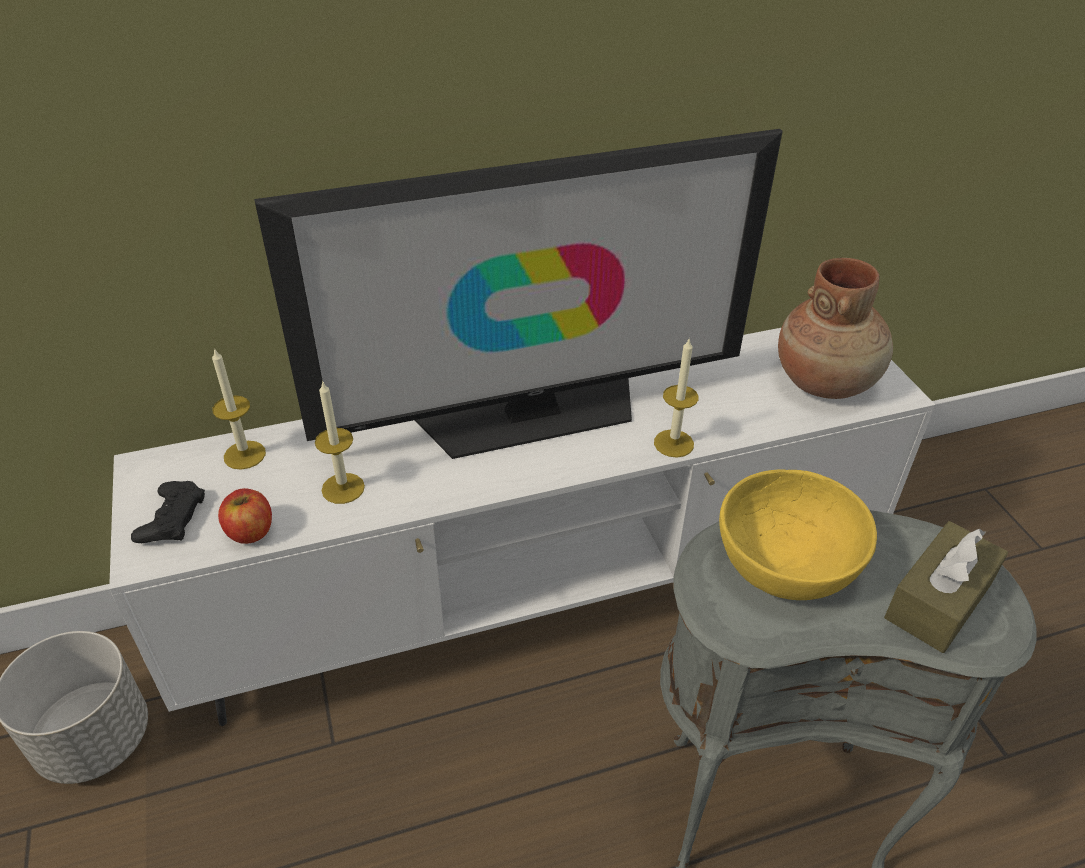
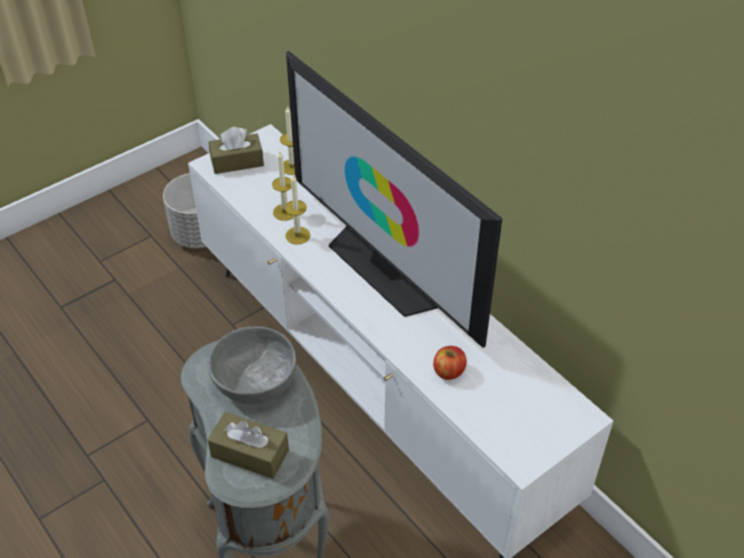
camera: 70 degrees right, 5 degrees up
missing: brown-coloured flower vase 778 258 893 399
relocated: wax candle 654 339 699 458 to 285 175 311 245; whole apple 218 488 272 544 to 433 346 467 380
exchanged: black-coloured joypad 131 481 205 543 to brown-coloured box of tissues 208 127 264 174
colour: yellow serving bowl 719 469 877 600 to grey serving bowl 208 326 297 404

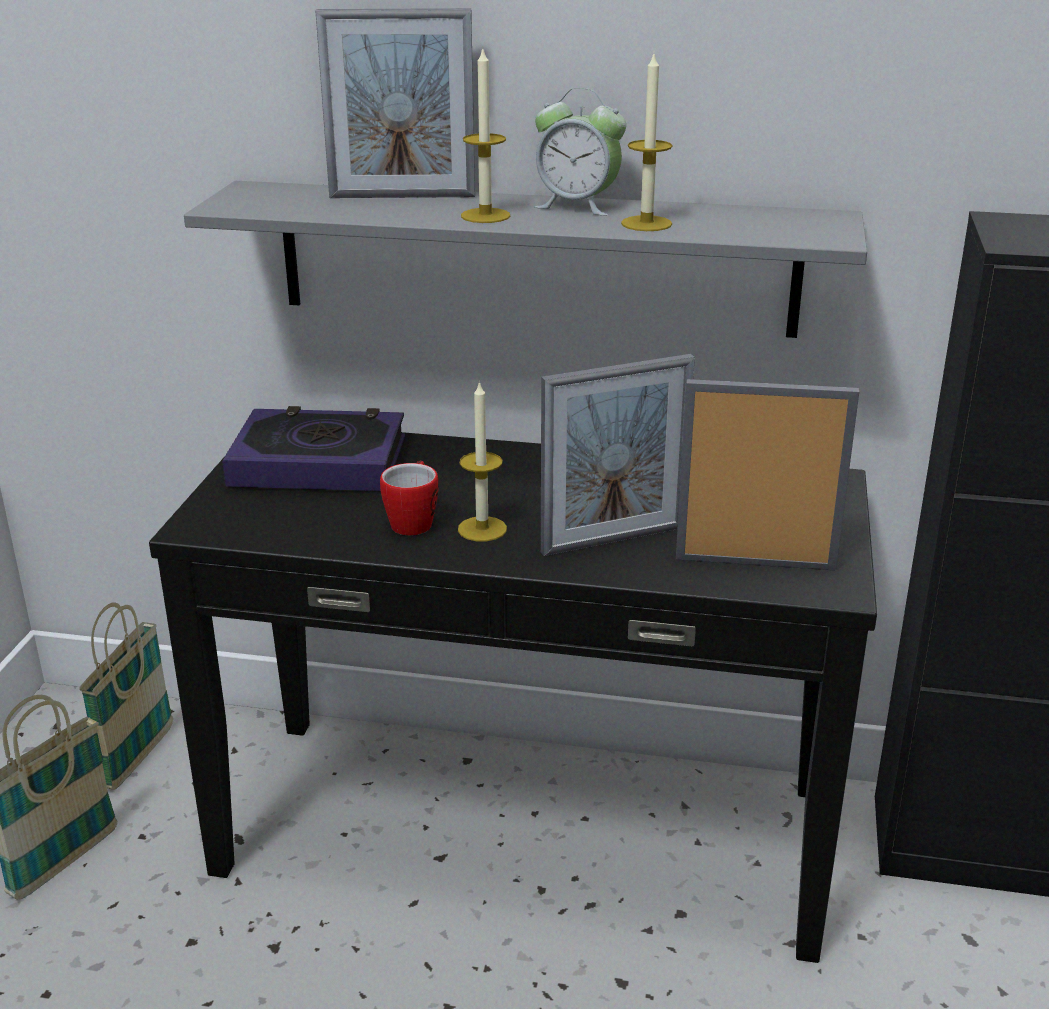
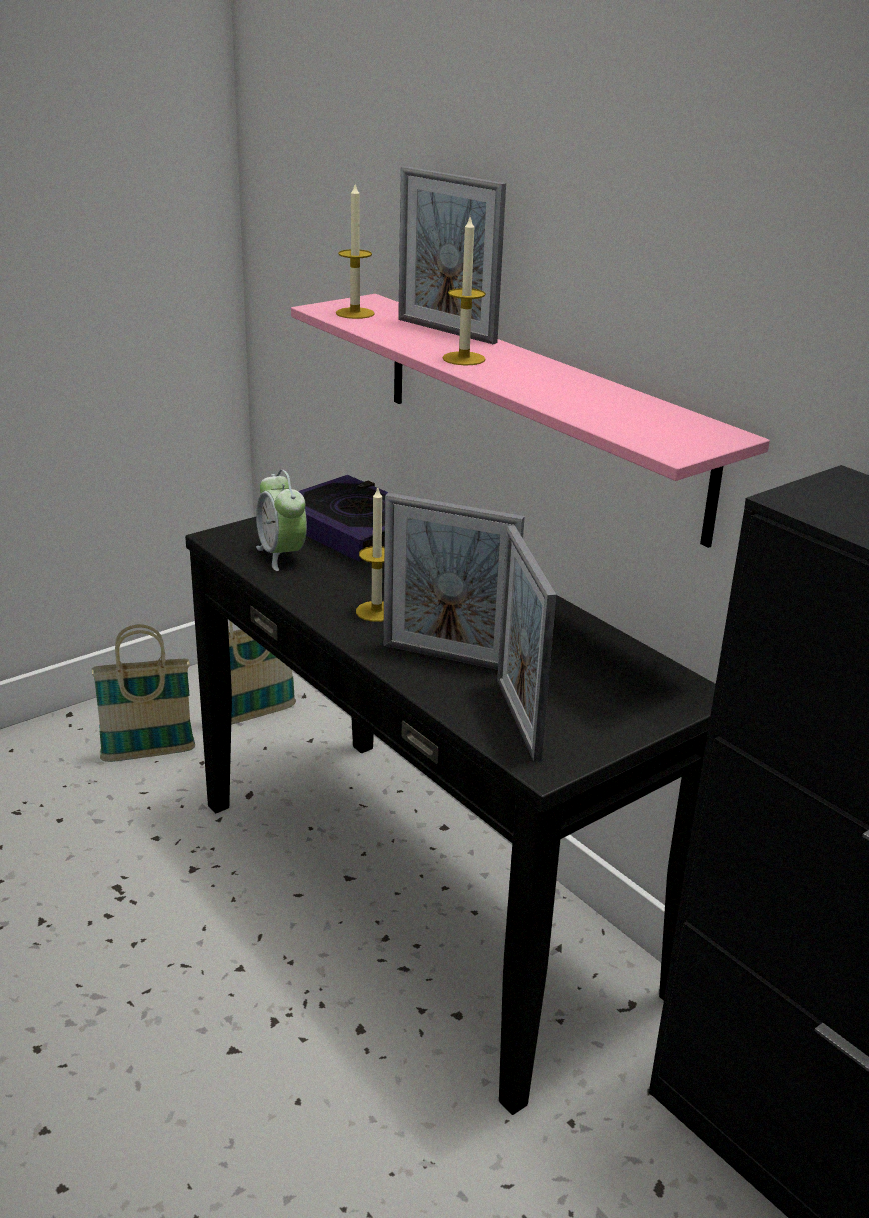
camera: 40 degrees right, 0 degrees up
missing: tea mug 380 460 439 536
relocated: bedside clock 535 88 626 216 to 256 470 307 571; wax candle 621 54 672 231 to 336 185 375 319
colour: grey bracket shelf 184 181 867 338 to pinkish bracket shelf 291 294 770 548
spun: standing frame 676 379 859 571 = 497 525 556 762 150 degrees counterclockwise

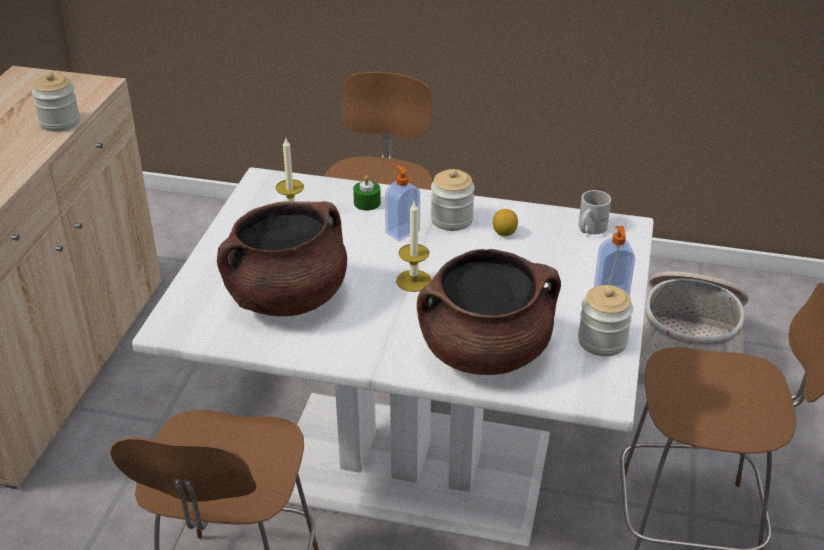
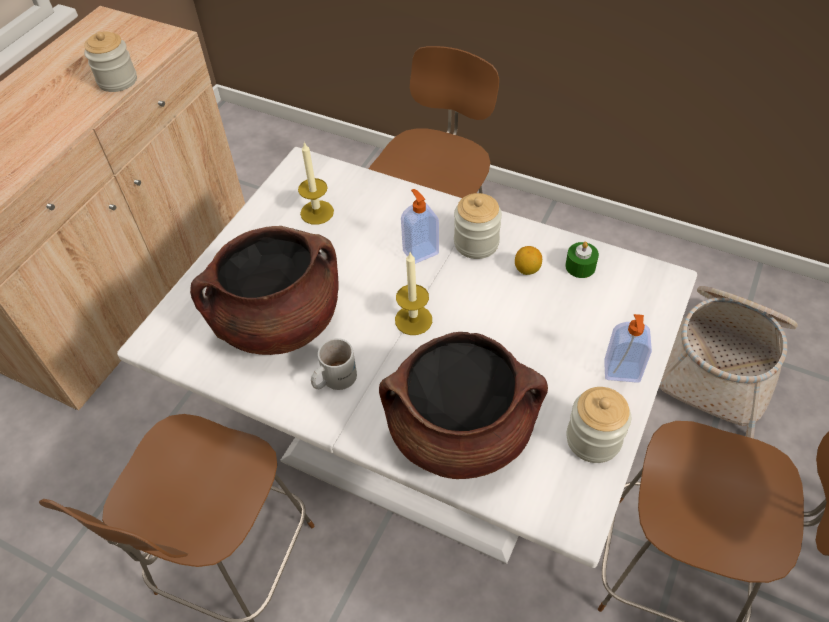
camera: 15 degrees right, 15 degrees up
relocated: white-coloured tea mug 579 190 611 234 to 311 338 357 390; green-coloured wax candle 353 175 381 211 to 565 242 599 278

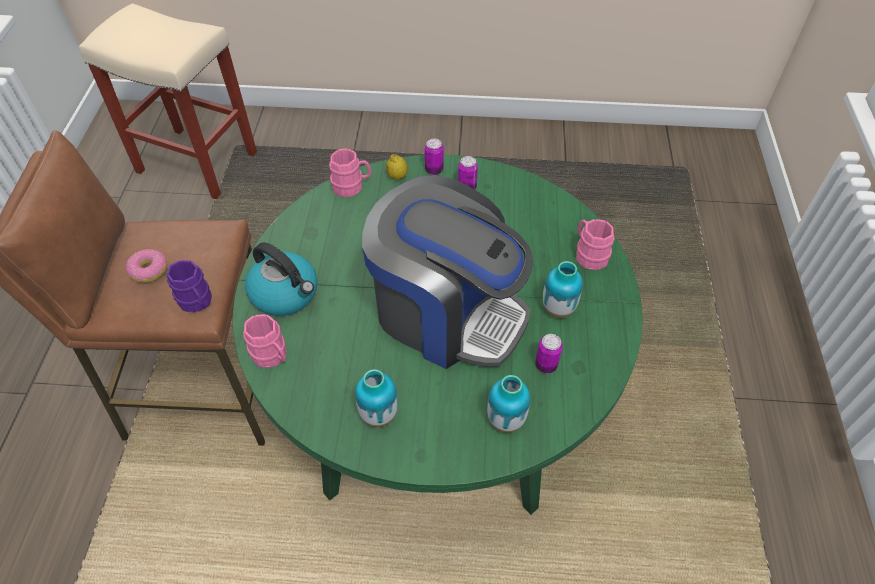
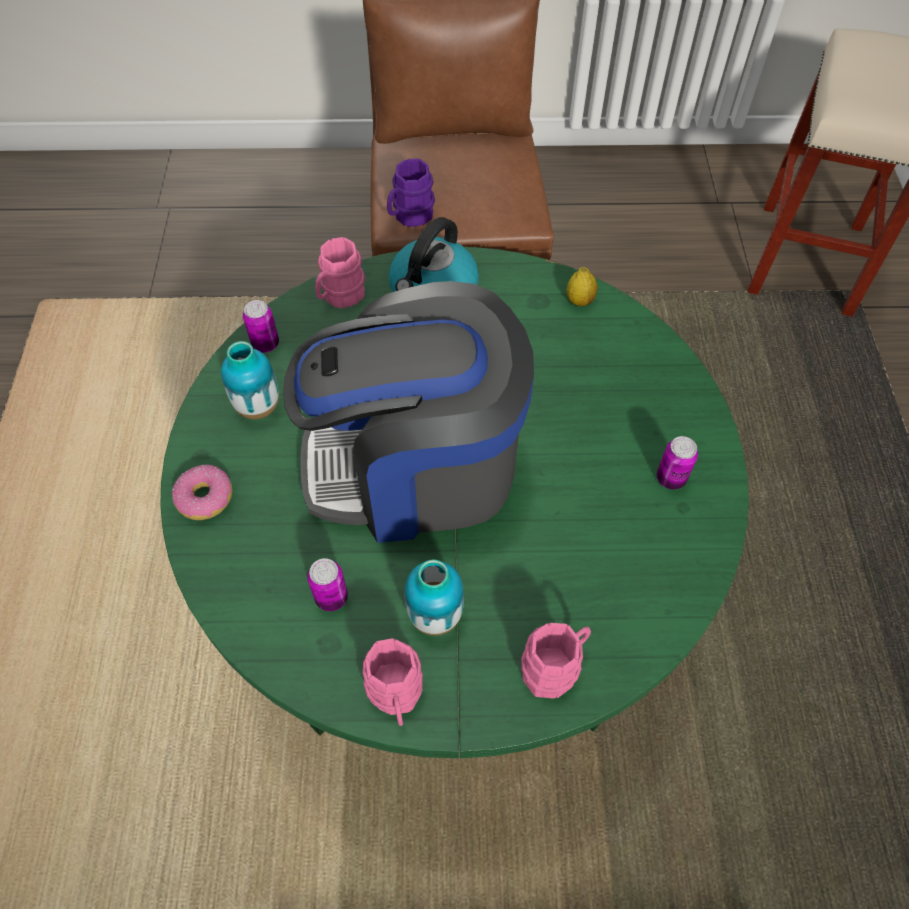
camera: 85 degrees right, 5 degrees up
missing: flower vase 487 375 530 433
relocated: ring doughnut 126 249 167 283 to 171 465 232 520; metal can 425 139 444 175 to 243 300 279 353; pinkish tea mug 329 148 371 197 to 362 638 423 726; citrus fruit 386 154 408 180 to 566 267 597 306
spun: coffee maker 362 175 533 369 = 283 281 534 543 60 degrees clockwise

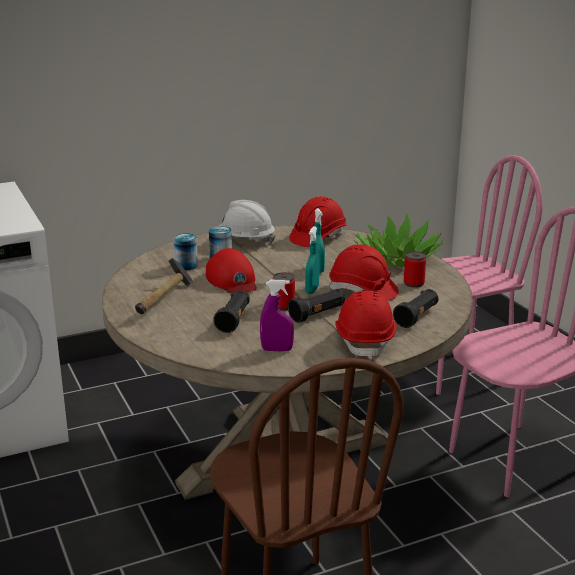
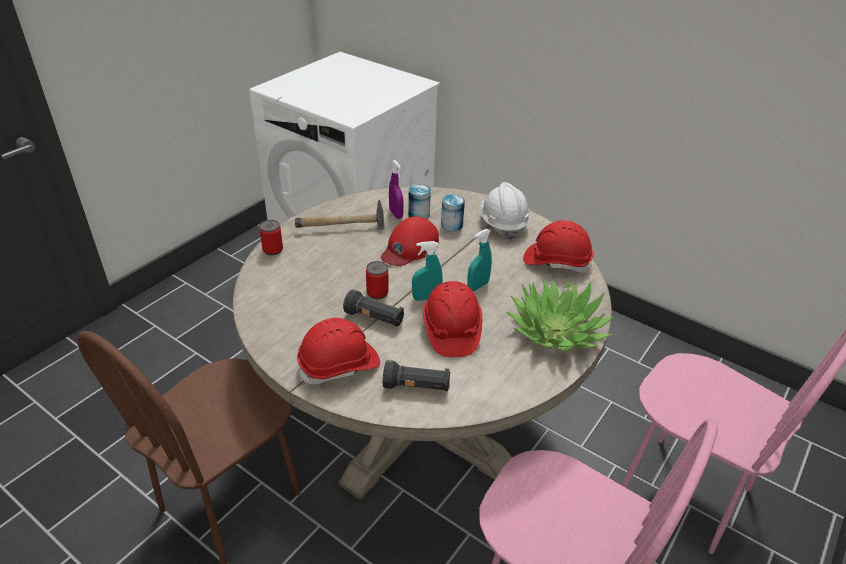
camera: 60 degrees right, 15 degrees up
missing: black-coloured flashlight 213 290 250 333
relocated: metal can 404 251 426 288 to 259 220 283 256; purple-coloured hand sprayer 260 280 294 352 to 389 160 404 219

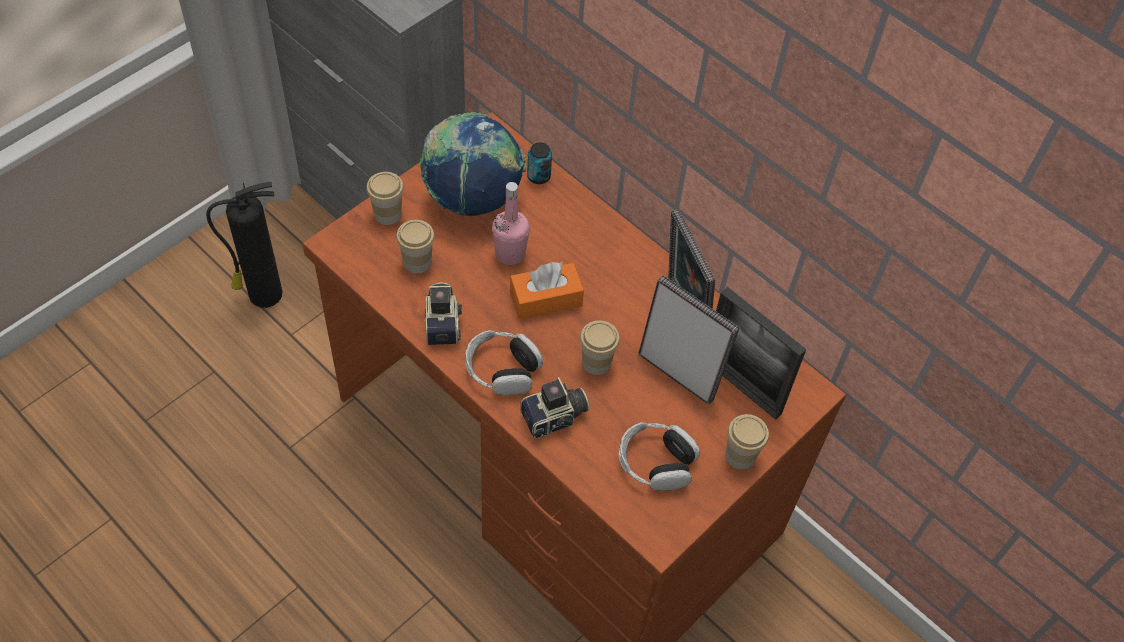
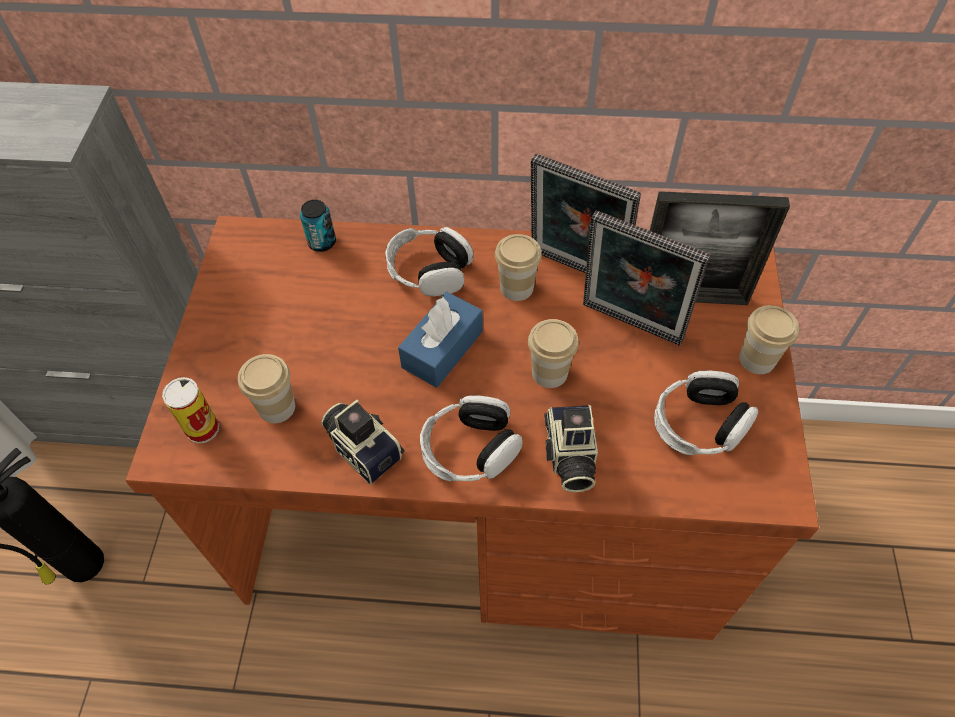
camera: 35 degrees left, 0 degrees up
missing: world globe 420 112 527 217; pinkish bottle 492 182 530 265
appeared: metal can 162 377 219 444; pair of headphones 385 227 474 296
relocated: small cup 366 172 404 225 to 495 234 542 301
colour: orange-coloured box of tissues 510 262 584 320 to blue box of tissues 398 292 483 388
spun: photo camera 520 377 589 439 = 544 405 598 493 150 degrees clockwise; standing frame 638 275 739 405 = 583 210 710 346 150 degrees counterclockwise

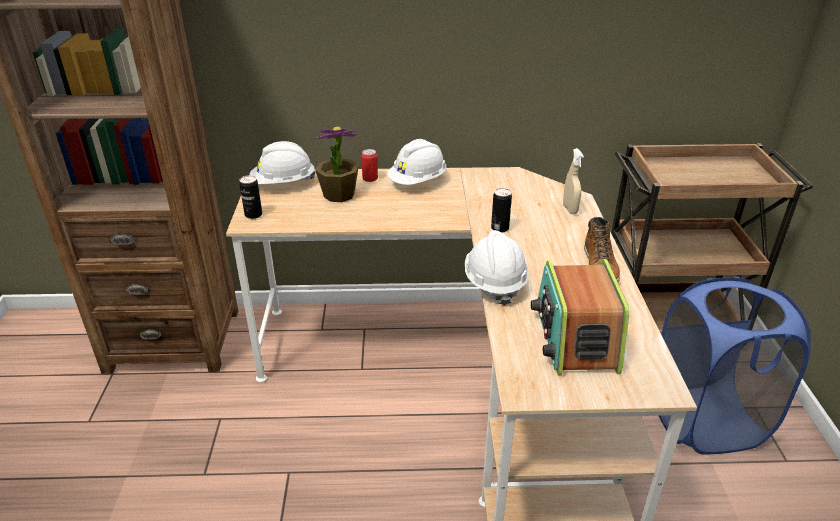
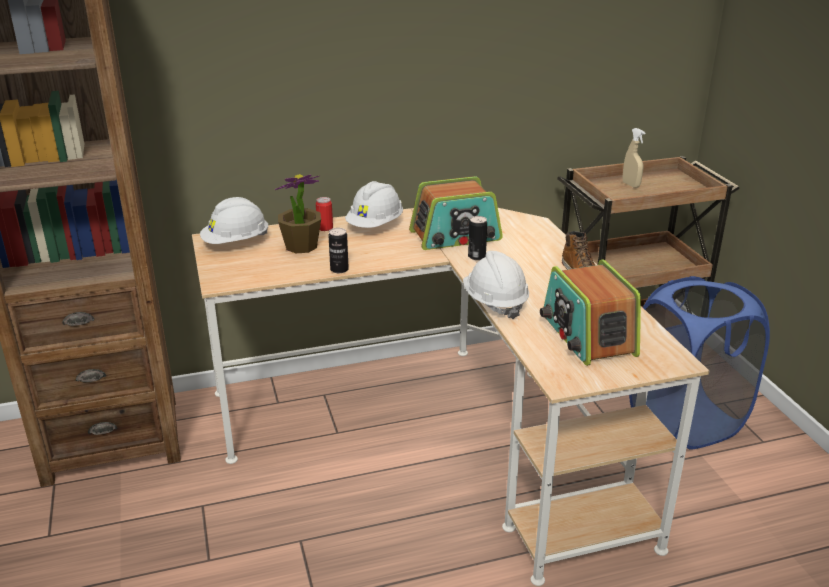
camera: 15 degrees left, 5 degrees down
appeared: radio set 409 176 503 250
relocated: metal can 239 175 262 219 to 328 228 349 273; beige hand sprayer 563 148 584 214 to 623 128 646 188

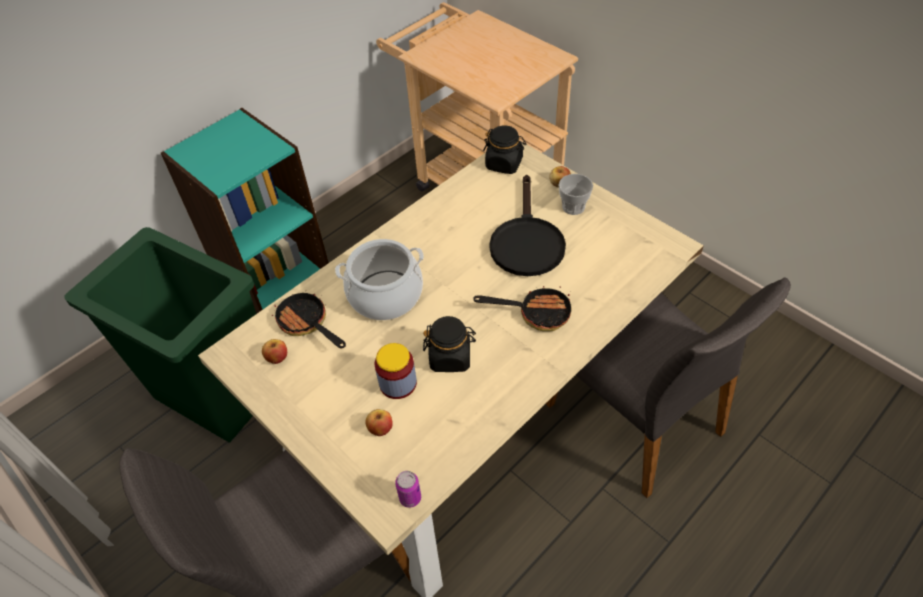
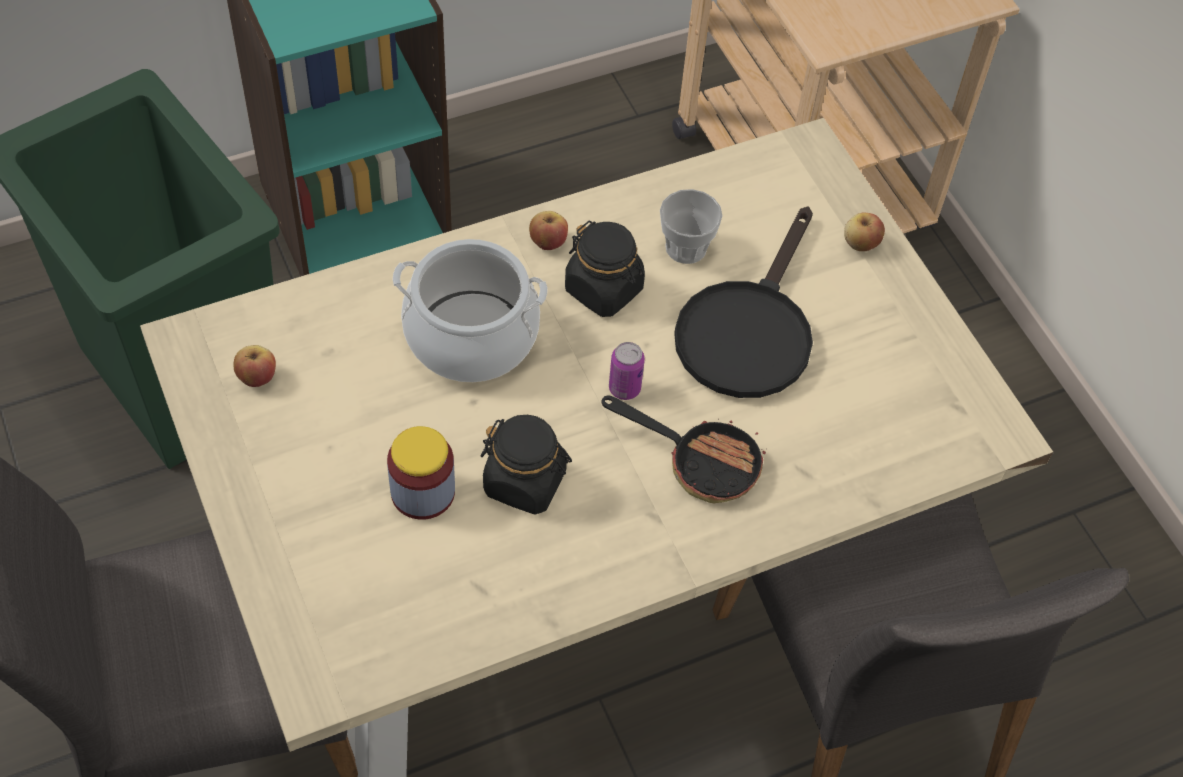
camera: 15 degrees right, 5 degrees up
missing: pan 272 293 346 348
relocated: whole apple 365 409 393 436 to 529 211 568 250; black-coloured jar 483 126 526 174 to 565 221 645 317; metal can 395 471 421 508 to 609 342 645 400; small cup 559 174 593 215 to 660 189 722 264

